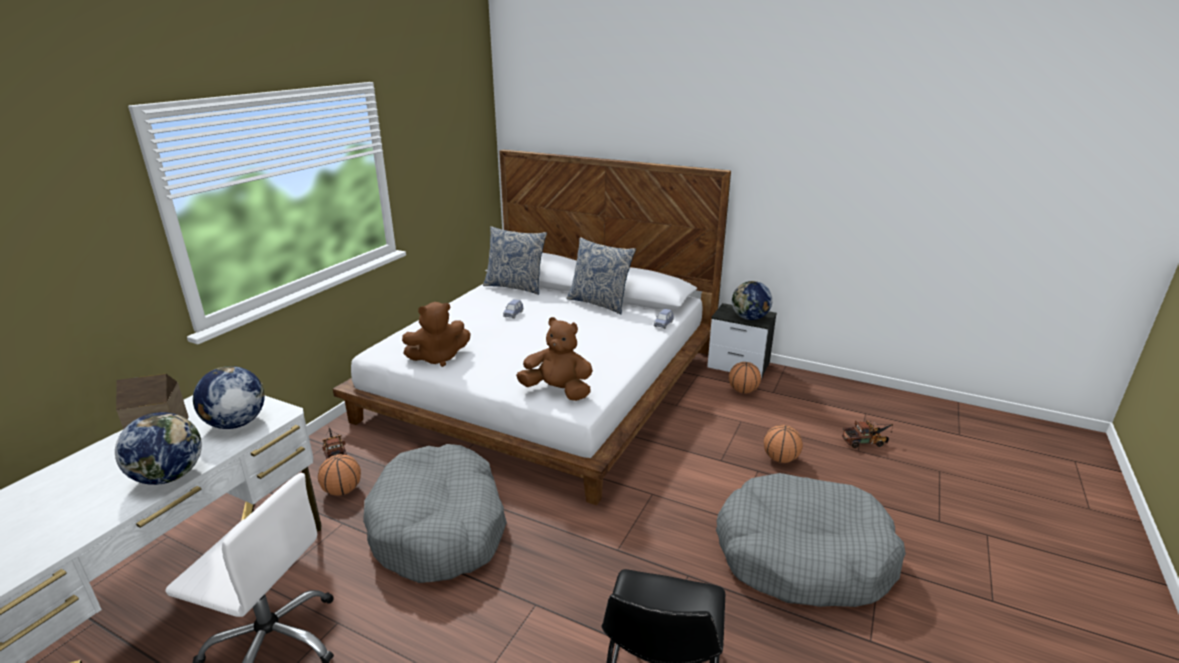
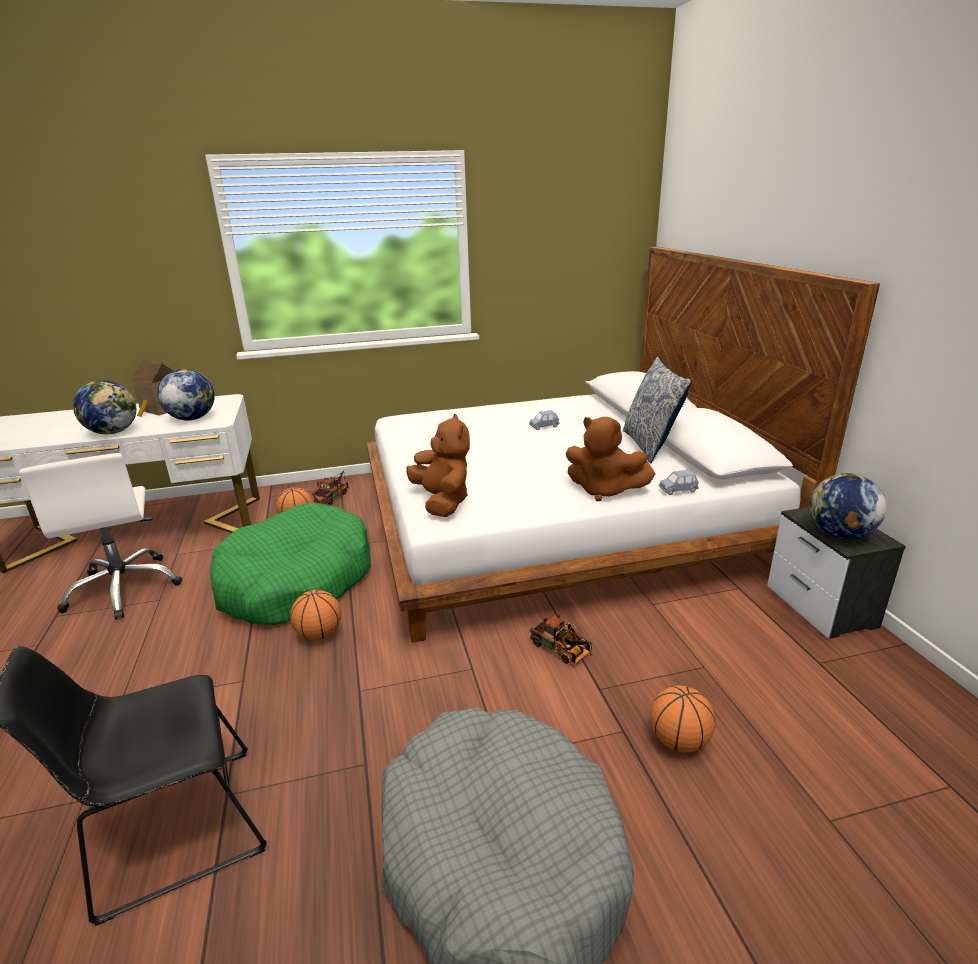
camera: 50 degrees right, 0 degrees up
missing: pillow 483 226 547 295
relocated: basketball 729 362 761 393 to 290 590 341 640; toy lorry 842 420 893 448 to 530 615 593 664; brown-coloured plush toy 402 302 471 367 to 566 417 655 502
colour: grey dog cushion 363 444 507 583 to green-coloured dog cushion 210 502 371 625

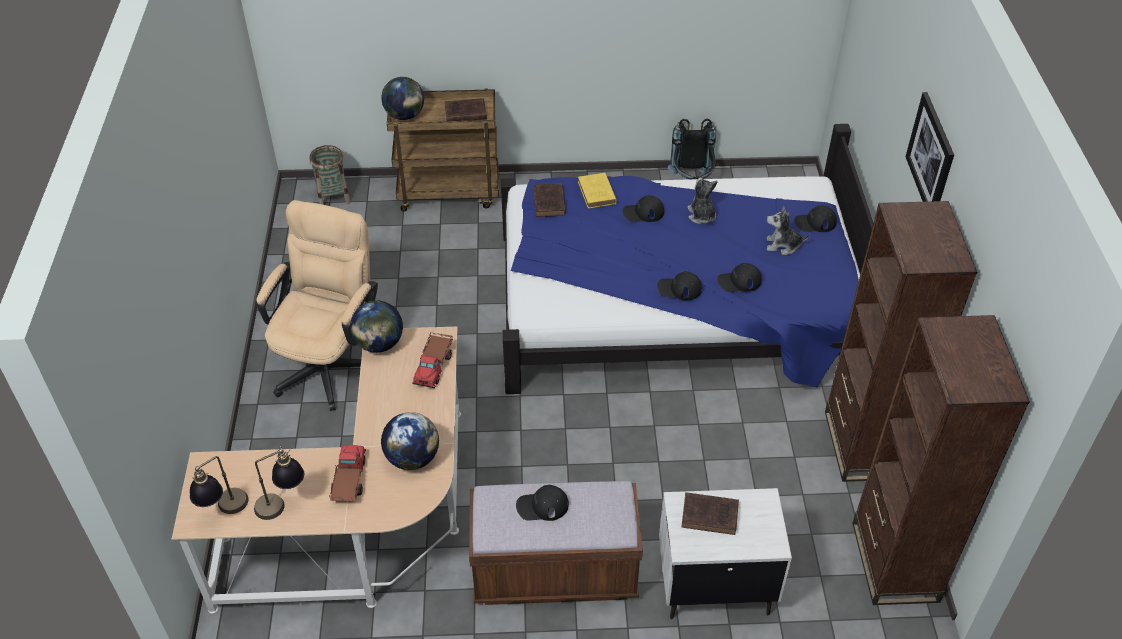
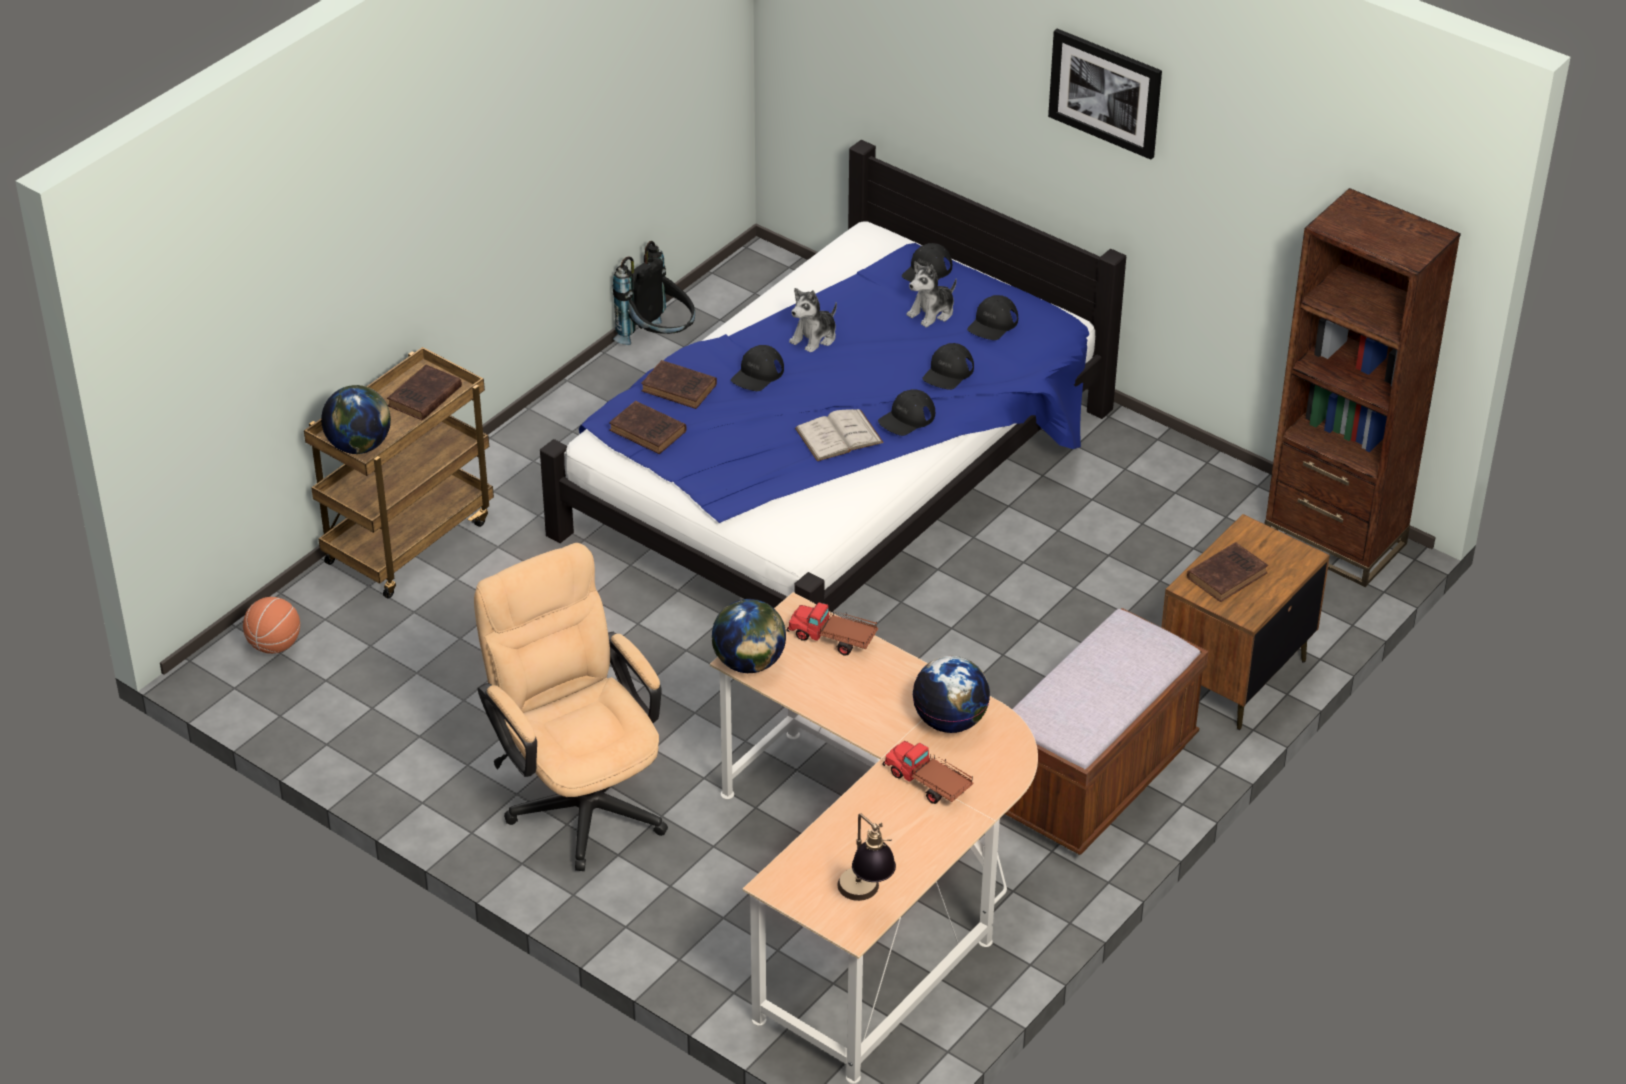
camera: 50 degrees left, 5 degrees down
missing: lamp for a table 254 445 304 520; brown-coloured bookshelf 825 201 977 482
appeared: white-coloured volume 795 409 884 461
relocated: black-coloured peaked cap 516 485 569 521 to 967 295 1018 340
exchanged: basket 309 145 350 205 to basketball 243 597 300 654
colour: yellow volume 578 173 617 208 to brown-coloured volume 641 360 717 409; white-coloured nightstand 659 488 792 619 to brown-coloured nightstand 1161 514 1330 730
spun: toy lorry 412 333 453 388 = 786 603 878 655 150 degrees clockwise; plush toy 687 178 717 224 = 789 288 837 352 75 degrees counterclockwise

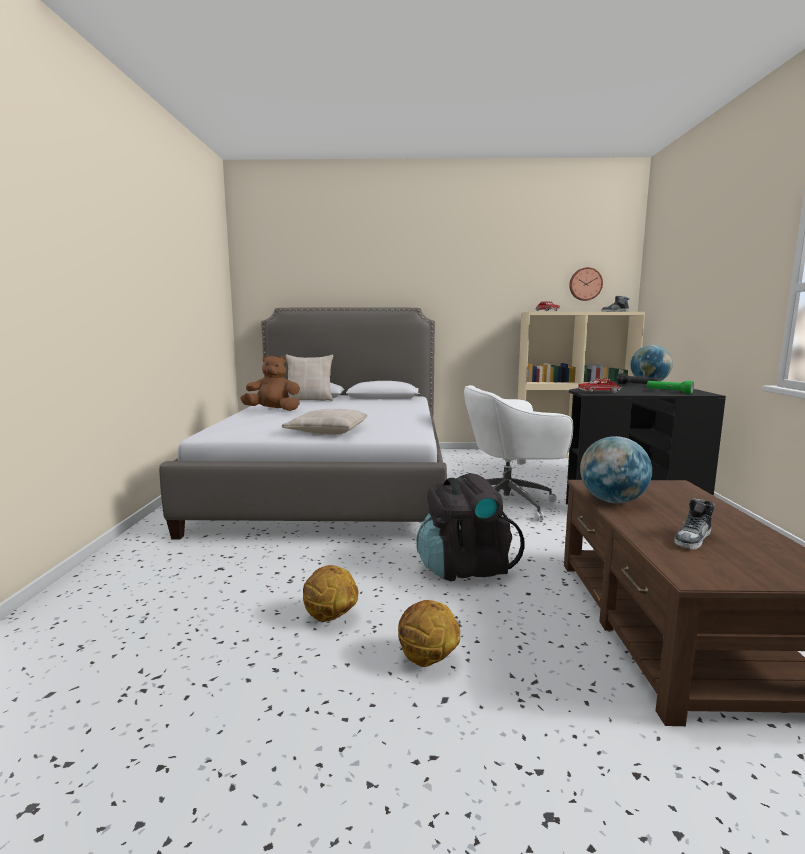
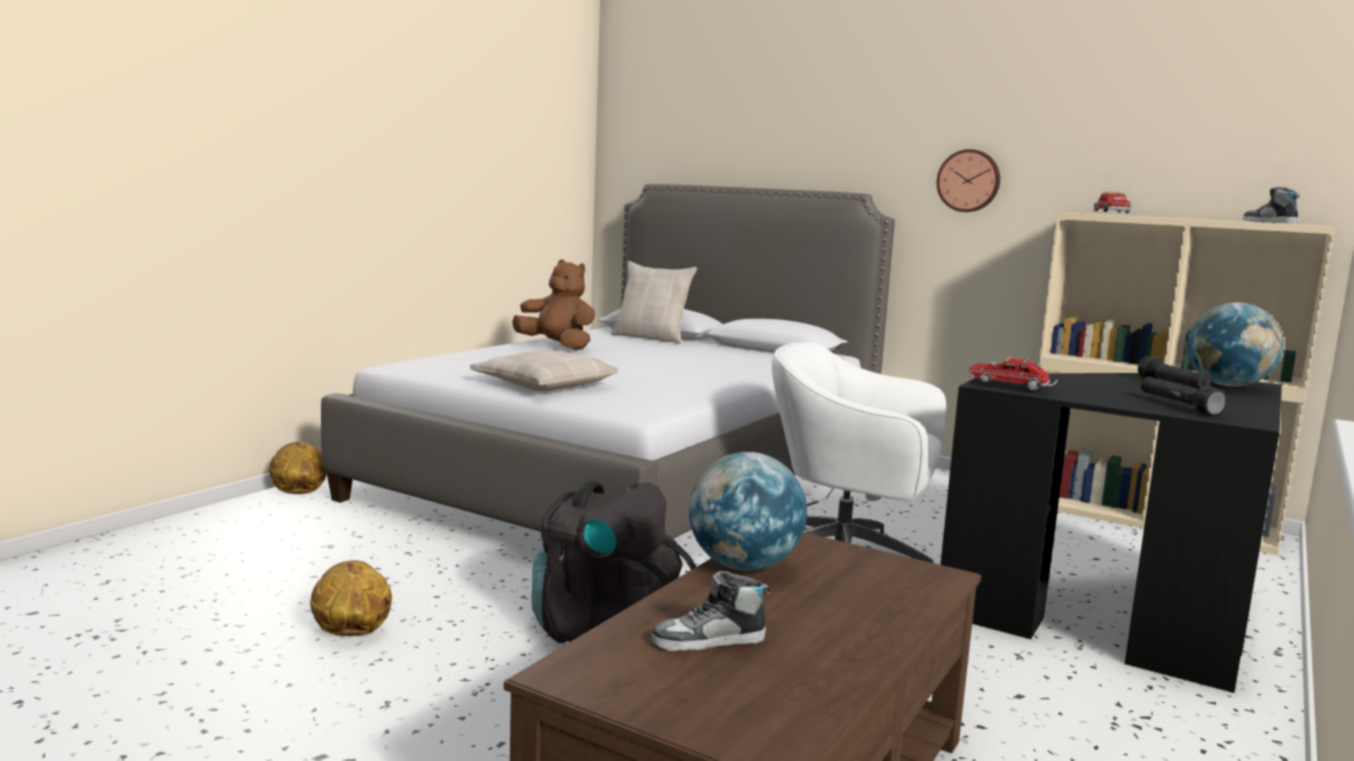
camera: 30 degrees right, 0 degrees up
relocated: basketball 398 600 460 667 to 269 441 327 494; hanging clock 569 267 603 301 to 937 149 1000 212
colour: green-coloured flashlight 647 381 694 394 to black-coloured flashlight 1141 377 1227 416

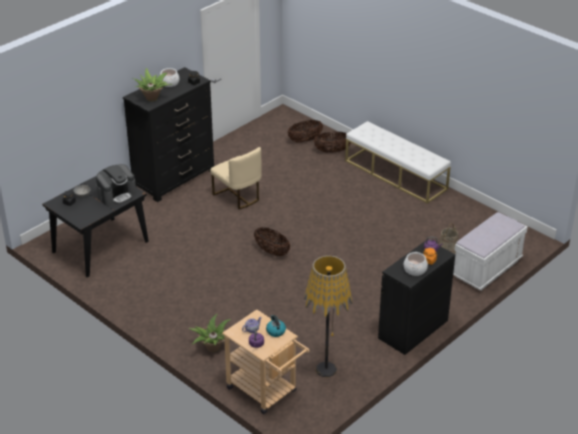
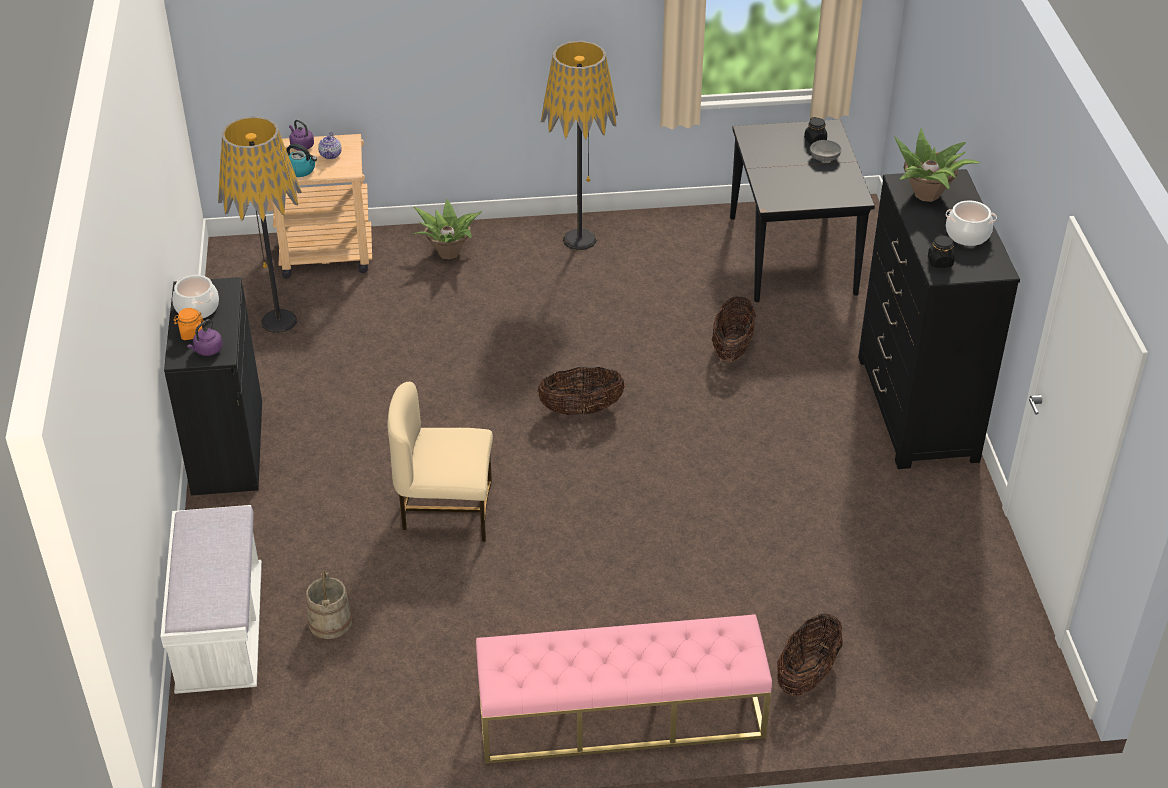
camera: 130 degrees right, 5 degrees up
missing: coffee maker 96 164 136 206
appeared: floor lamp 541 41 618 250
relocated: beige upright chair 210 147 262 209 to 388 382 493 542; basket 288 120 323 142 to 712 296 756 362
colour: white-coloured indoor bench 345 121 451 204 to pinkish indoor bench 476 614 772 764

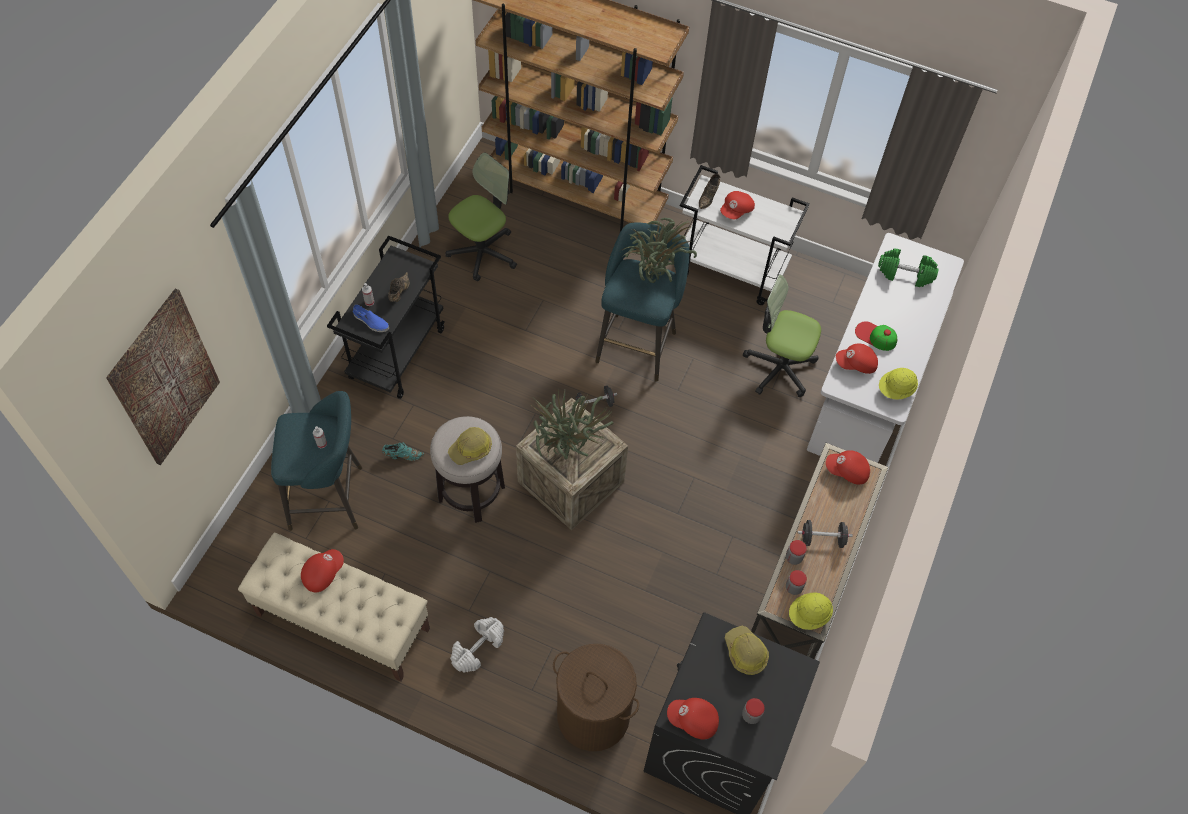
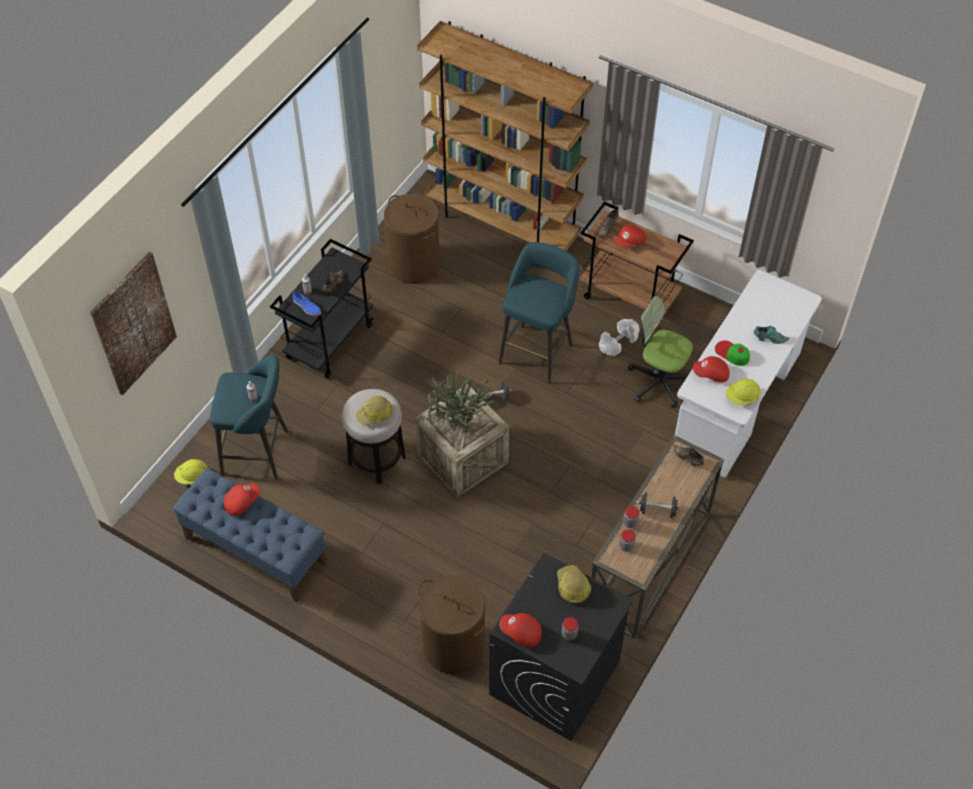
camera: 10 degrees right, 5 degrees down
missing: plant in a pot 621 218 697 283; green-coloured hand weight 878 248 939 287
relocated: yellow hard hat 789 592 833 630 to 174 459 208 484; white-coloured hand weight 450 617 504 673 to 599 319 640 356; turquoise low shoe 382 443 425 461 to 753 326 790 344
exchanged: desk chair 445 152 517 281 to brown-coloured hamper 384 194 440 284; red peaked cap 826 450 870 485 to brown-coloured low shoe 673 444 704 466
colour: beige indoor bench 238 533 430 682 to blue indoor bench 172 468 327 603; white-coloured cart 680 165 810 305 to brown-coloured cart 580 201 694 315

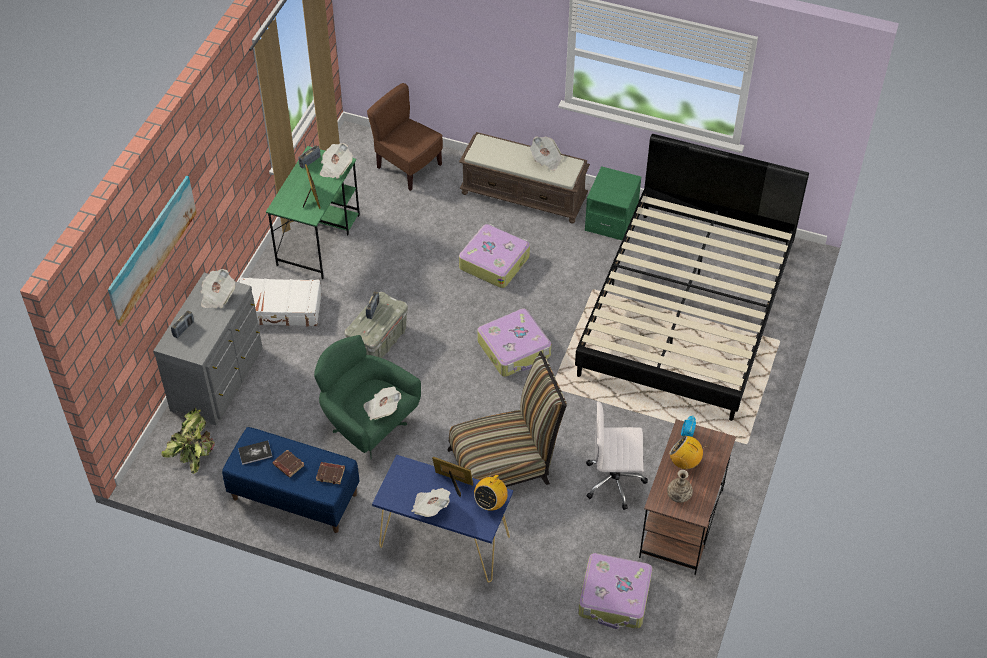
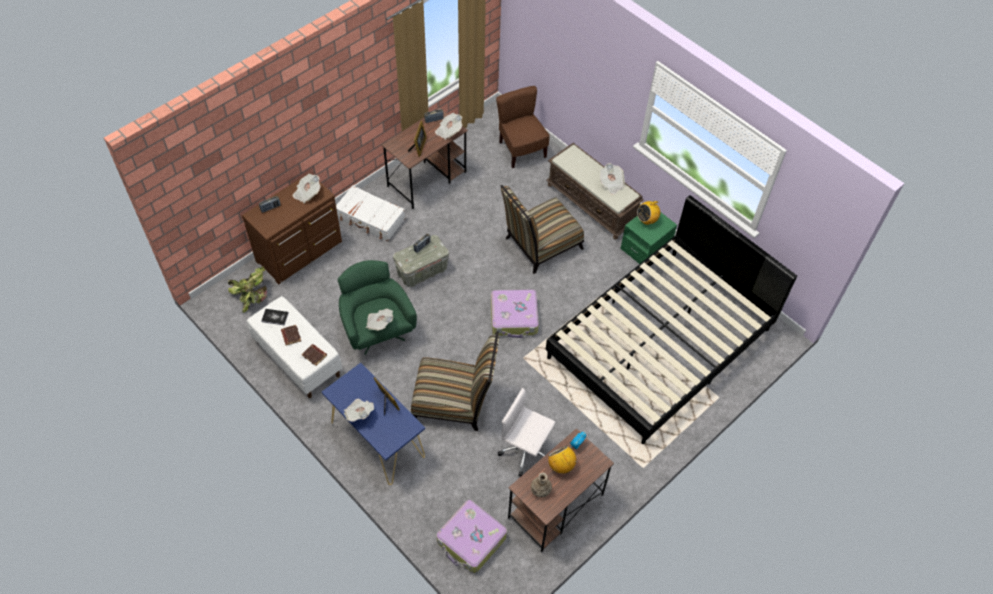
camera: 25 degrees right, 5 degrees up
missing: wall art 108 176 197 326
relocated: radio set 474 469 508 511 to 637 201 660 225
exchanged: piece of luggage 459 224 530 288 to upright chair 500 185 584 274
colour: grey chest of drawers 153 273 263 425 to brown-coloured chest of drawers 242 173 342 284; blue indoor bench 222 427 360 533 to white-coloured indoor bench 247 296 342 398; green-coloured desk table 266 146 360 279 to brown-coloured desk table 382 108 468 209

